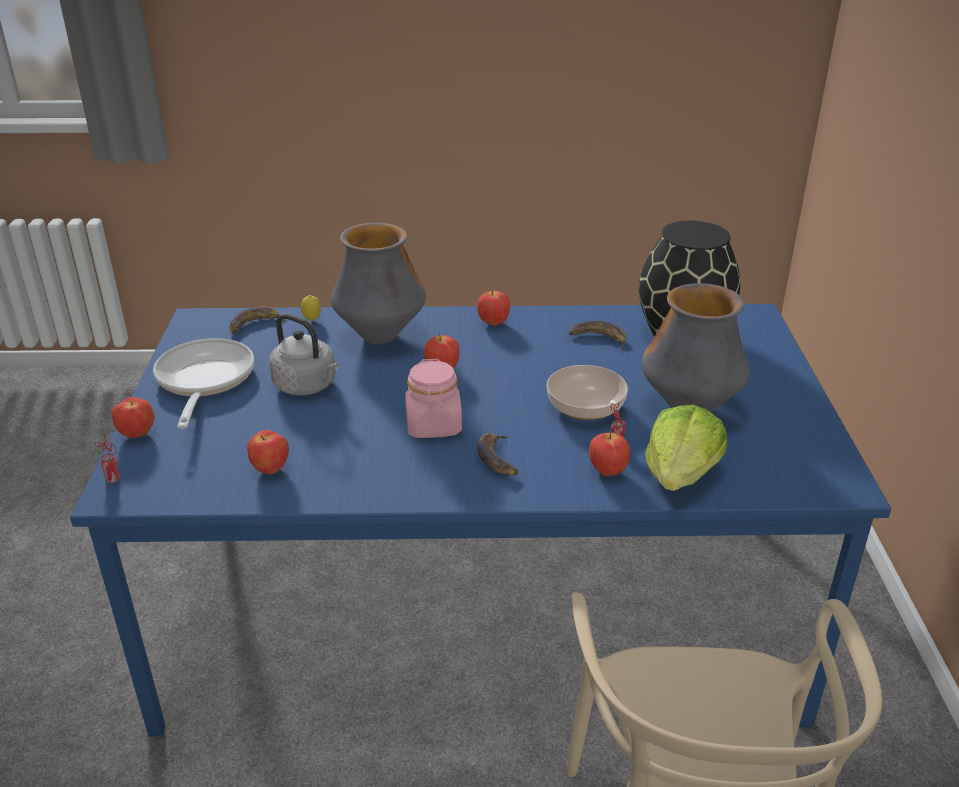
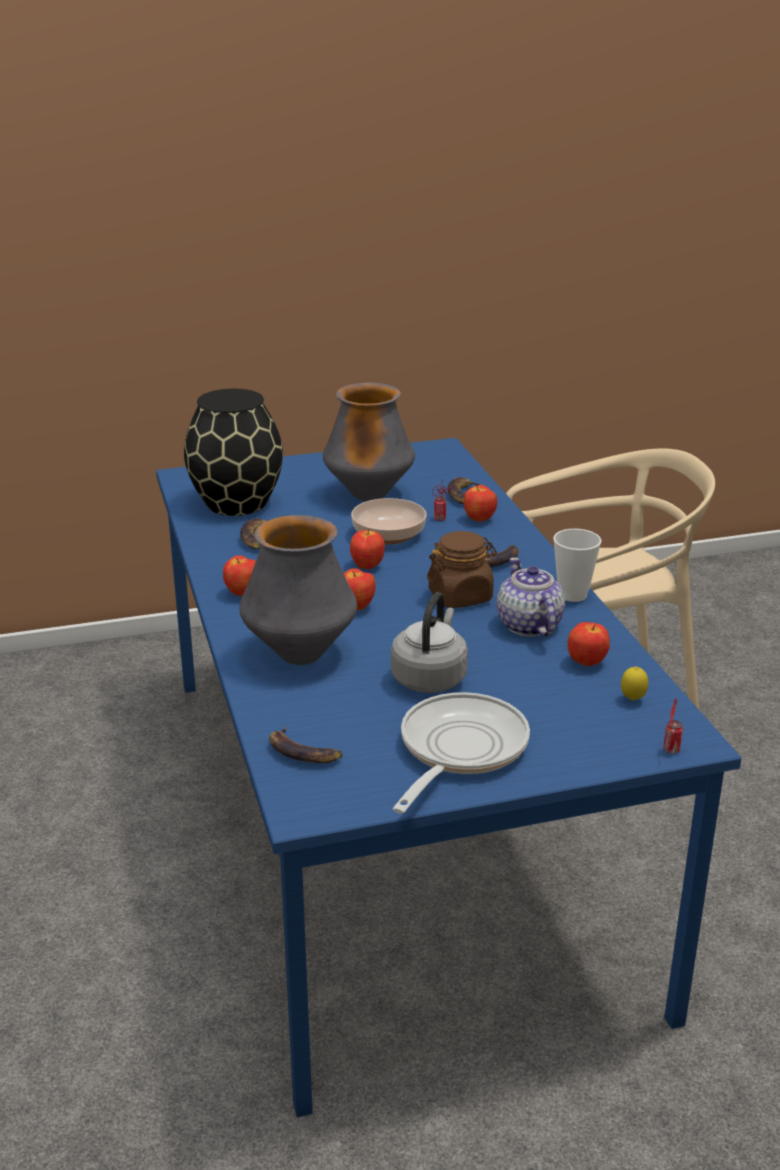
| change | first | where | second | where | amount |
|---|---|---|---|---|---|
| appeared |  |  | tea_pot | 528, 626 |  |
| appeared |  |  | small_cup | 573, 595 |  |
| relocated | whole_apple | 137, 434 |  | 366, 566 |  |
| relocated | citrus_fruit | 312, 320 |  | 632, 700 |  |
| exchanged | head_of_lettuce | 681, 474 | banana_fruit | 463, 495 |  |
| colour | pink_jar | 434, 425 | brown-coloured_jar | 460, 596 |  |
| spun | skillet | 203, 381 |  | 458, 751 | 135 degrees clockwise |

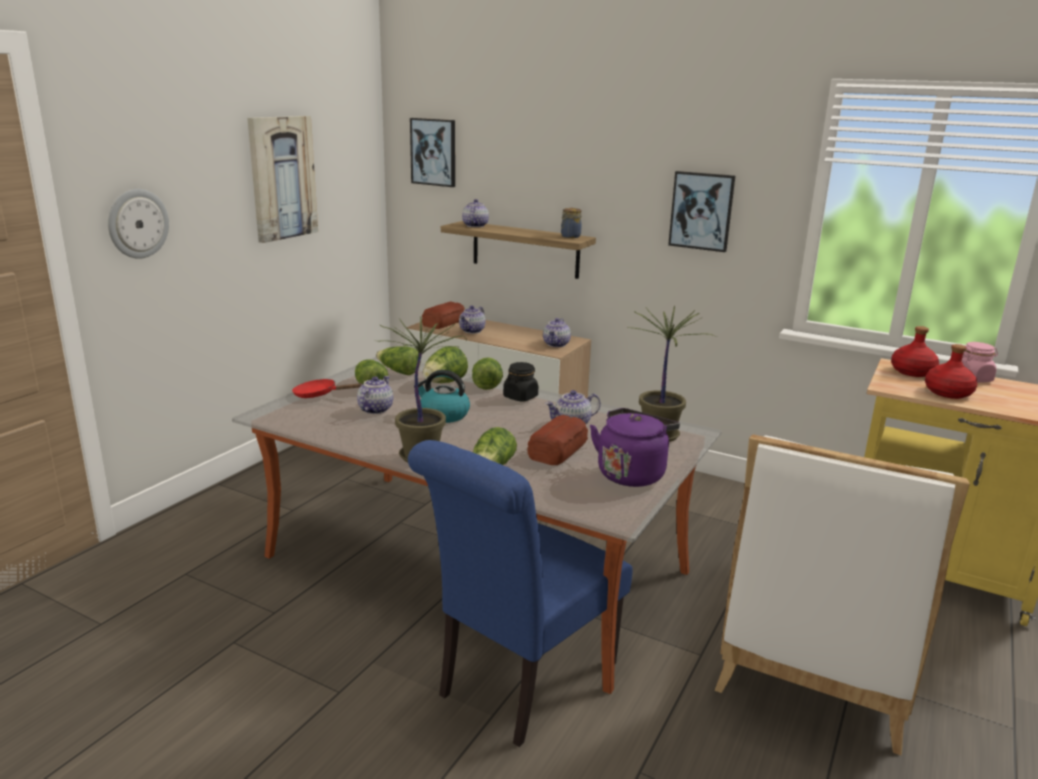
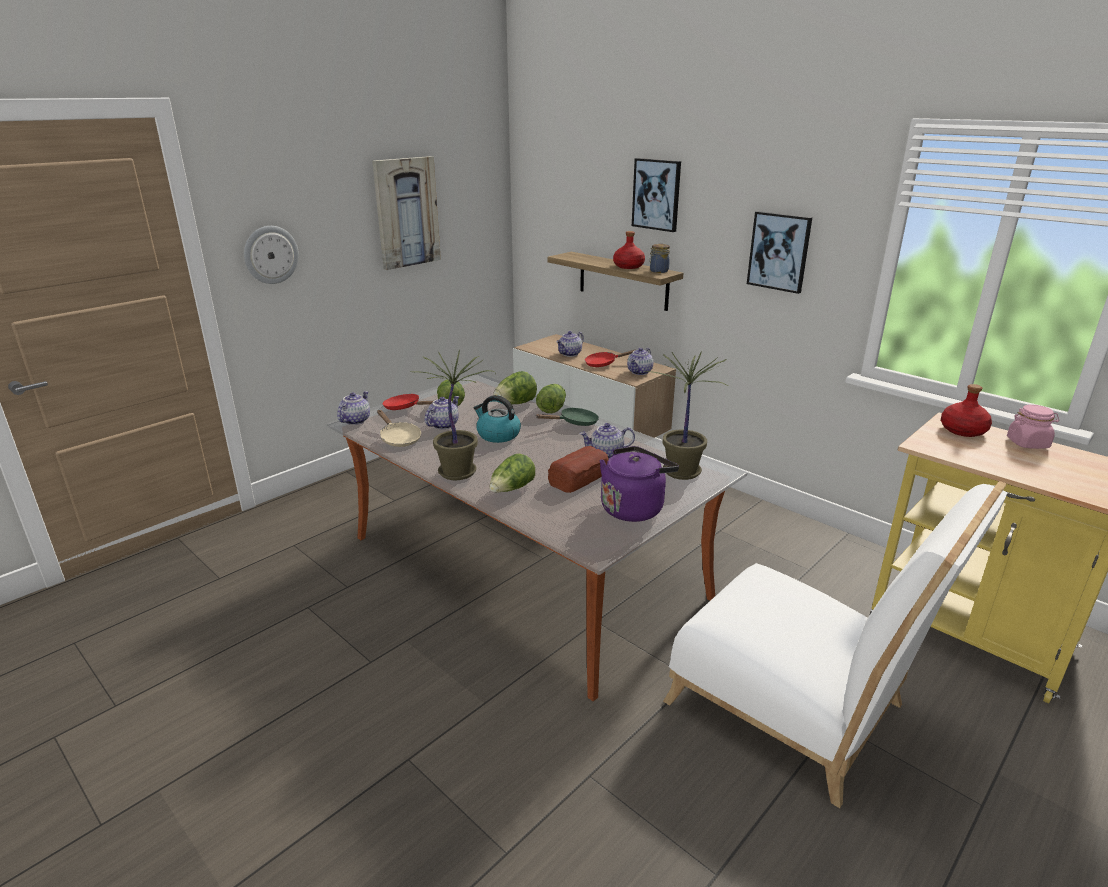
| change | first | where | second | where | amount |
|---|---|---|---|---|---|
| missing | head_of_lettuce | 398, 372 |  |  |  |
| missing | blue_chair | 520, 684 |  |  |  |
| missing | bakery_bread | 444, 322 |  |  |  |
| appeared |  |  | beige-coloured_skillet | 398, 438 |  |
| appeared |  |  | red_skillet | 603, 363 |  |
| relocated | picture | 434, 152 |  | 656, 194 |  |
| relocated | tea_pot | 474, 226 |  | 355, 420 |  |
| relocated | red_drink_bottle | 948, 393 |  | 629, 266 |  |
| exchanged | black_jar | 520, 397 | green_skillet | 575, 423 |  |
| spun | white_chair | 815, 670 |  | 797, 711 | 90 degrees counterclockwise |

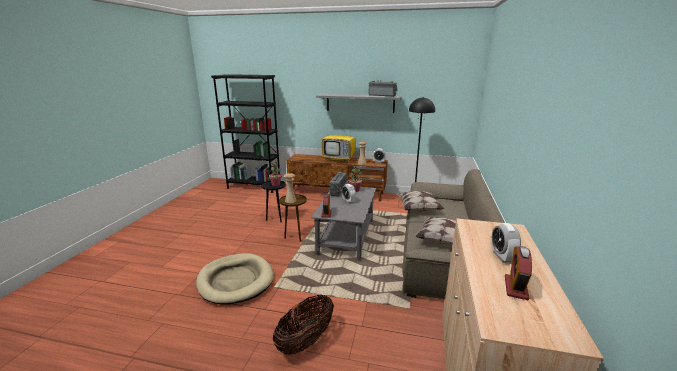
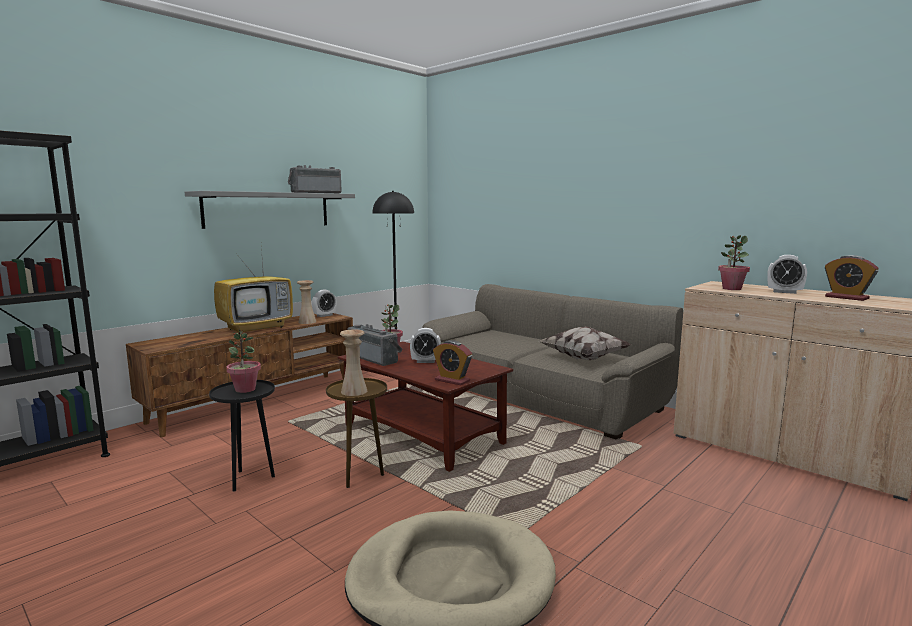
| change | first | where | second | where | amount |
|---|---|---|---|---|---|
| missing | basket | 305, 340 |  |  |  |
| missing | throw_pillow | 418, 209 |  |  |  |
| appeared |  |  | plant_in_a_pot | 731, 289 |  |
| colour | grey_low_table | 346, 237 | brown-coloured_low_table | 424, 435 |  |

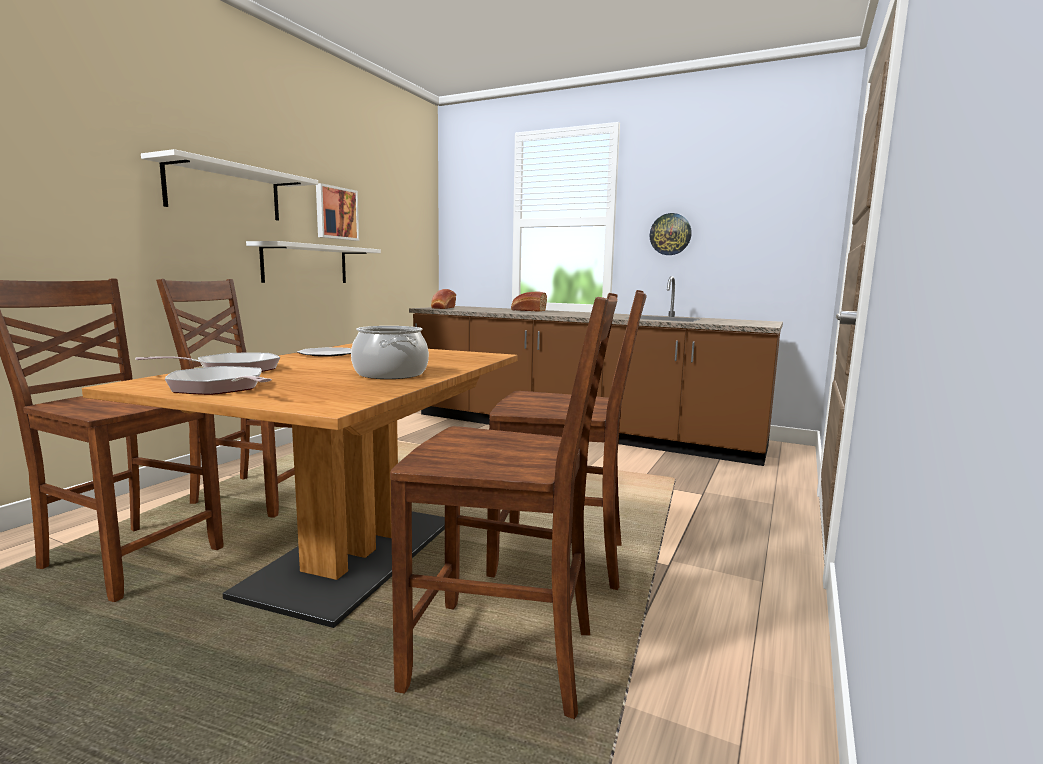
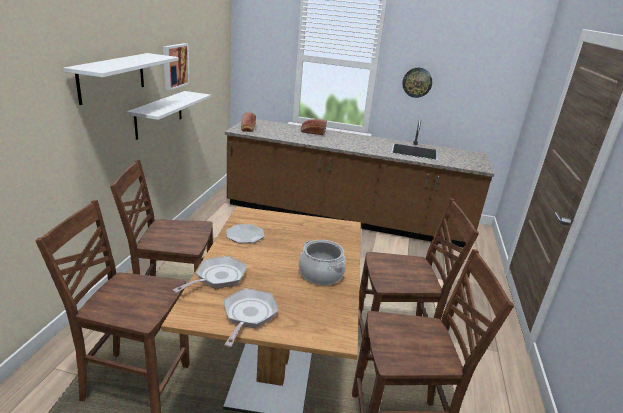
| change | first | where | second | where | amount |
|---|---|---|---|---|---|
| spun | skillet | 220, 388 |  | 248, 315 | 75 degrees clockwise |

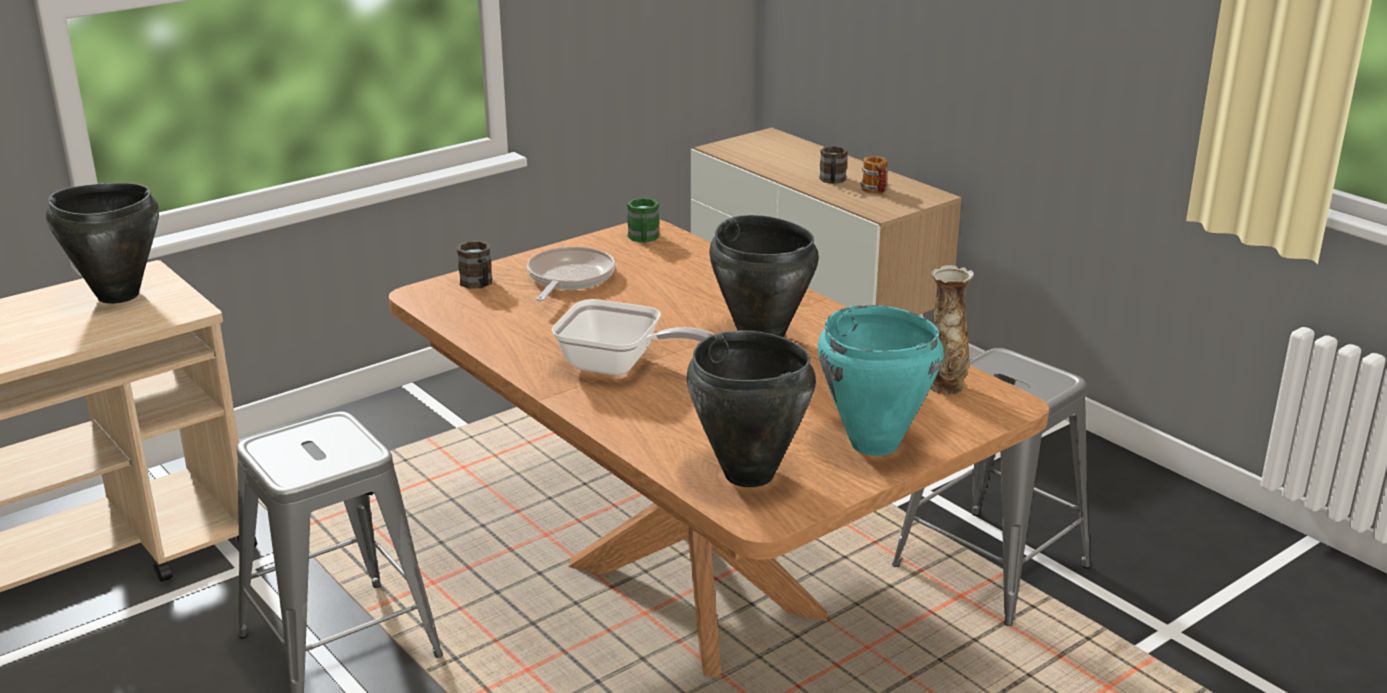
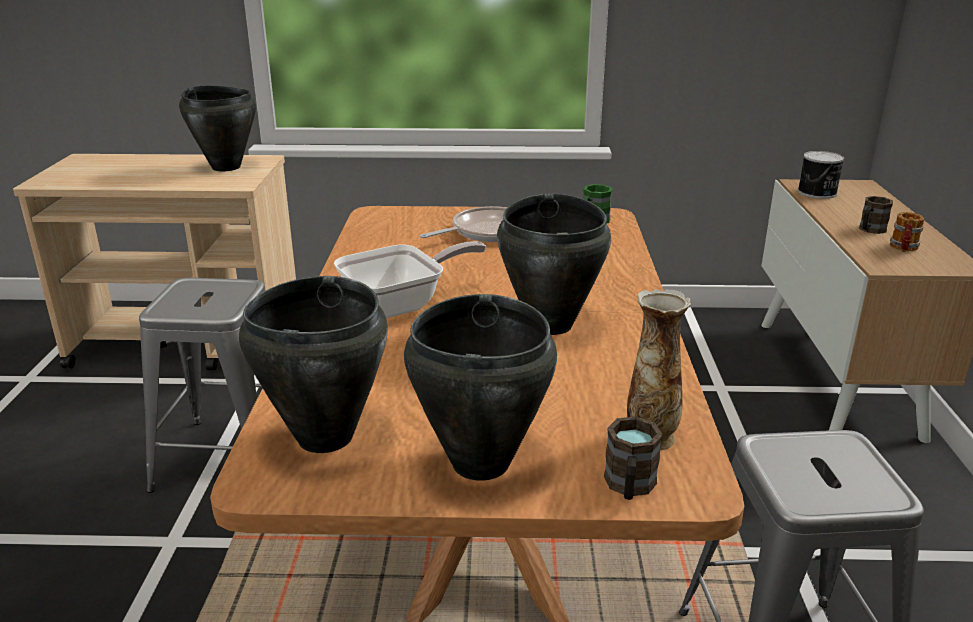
| change | first | where | second | where | amount |
|---|---|---|---|---|---|
| appeared |  |  | metal_can | 818, 193 |  |
| relocated | brown-coloured_mug | 478, 284 |  | 629, 487 |  |
| colour | turquoise-coloured_cooking_pot | 874, 444 | black_cooking_pot | 479, 463 |  |
| spun | skillet | 619, 366 |  | 402, 305 | 90 degrees counterclockwise |

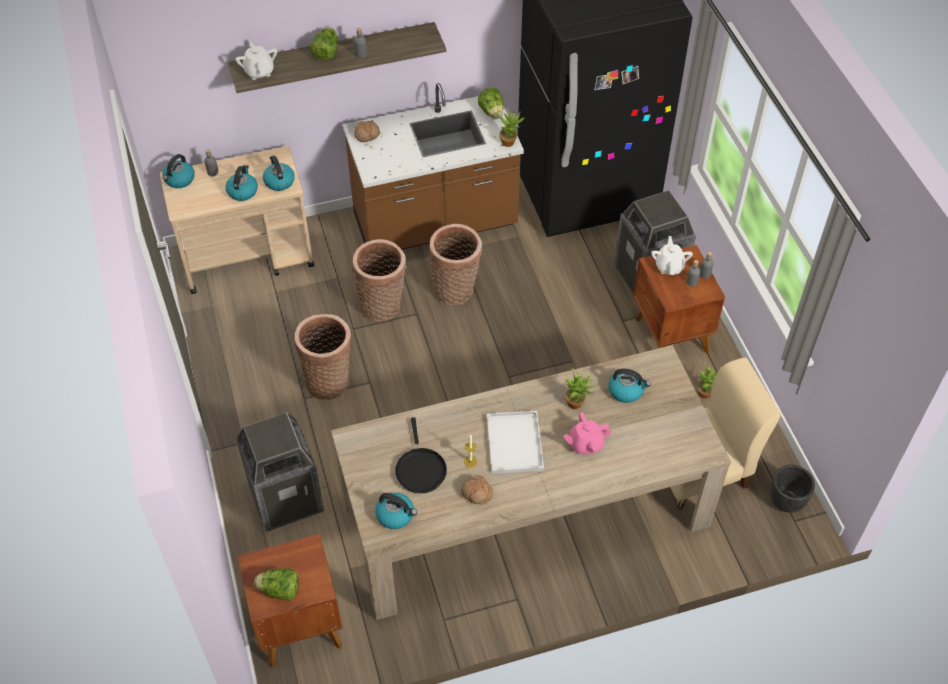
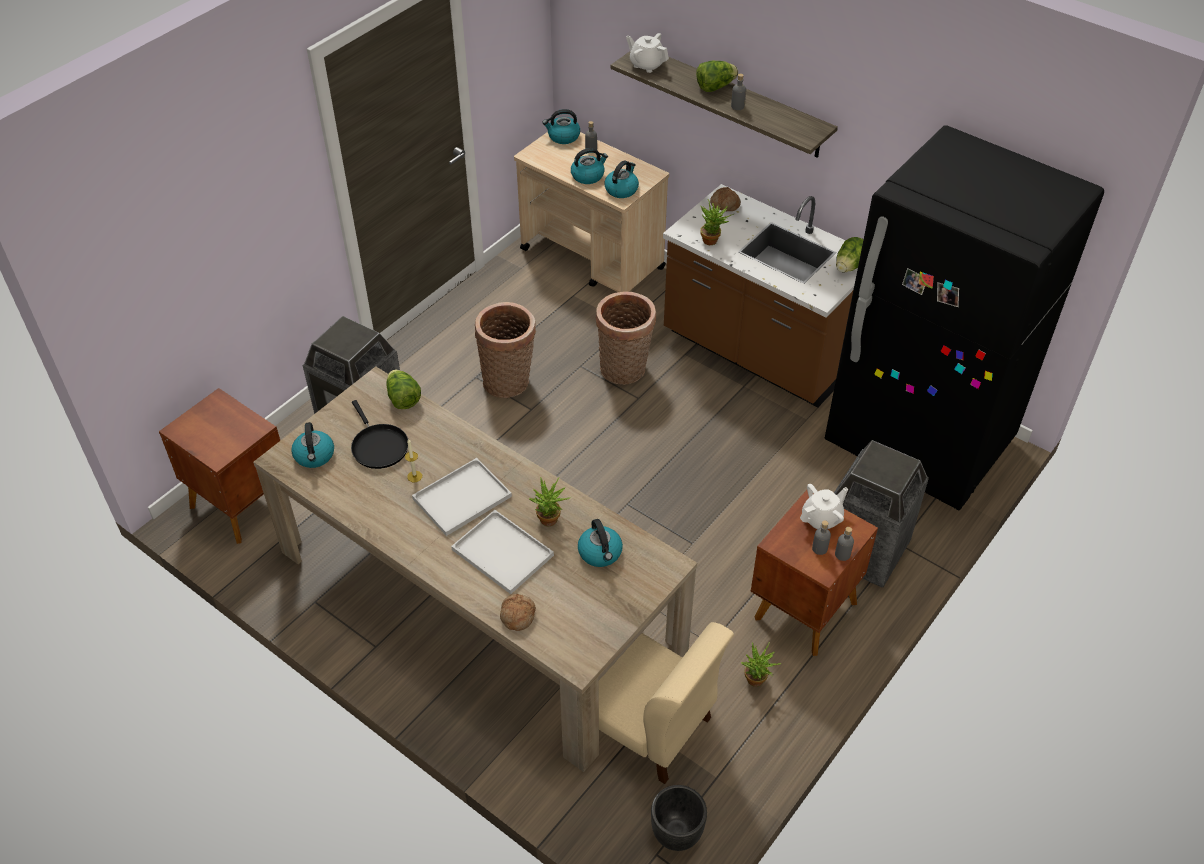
| change | first | where | second | where | amount |
|---|---|---|---|---|---|
| missing | basket | 456, 290 |  |  |  |
| relocated | head_of_lettuce | 280, 590 |  | 403, 399 |  |
| relocated | bakery_bread | 476, 493 |  | 517, 615 |  |
| relocated | plant_in_a_pot | 510, 141 |  | 713, 241 |  |
| exchanged | pink_tea_pot | 585, 444 | white_carrying_tray | 504, 553 |  |
| spun | white_tea_pot | 259, 71 |  | 646, 65 | 90 degrees counterclockwise |
| spun | black_skillet | 420, 469 |  | 378, 446 | 75 degrees counterclockwise |

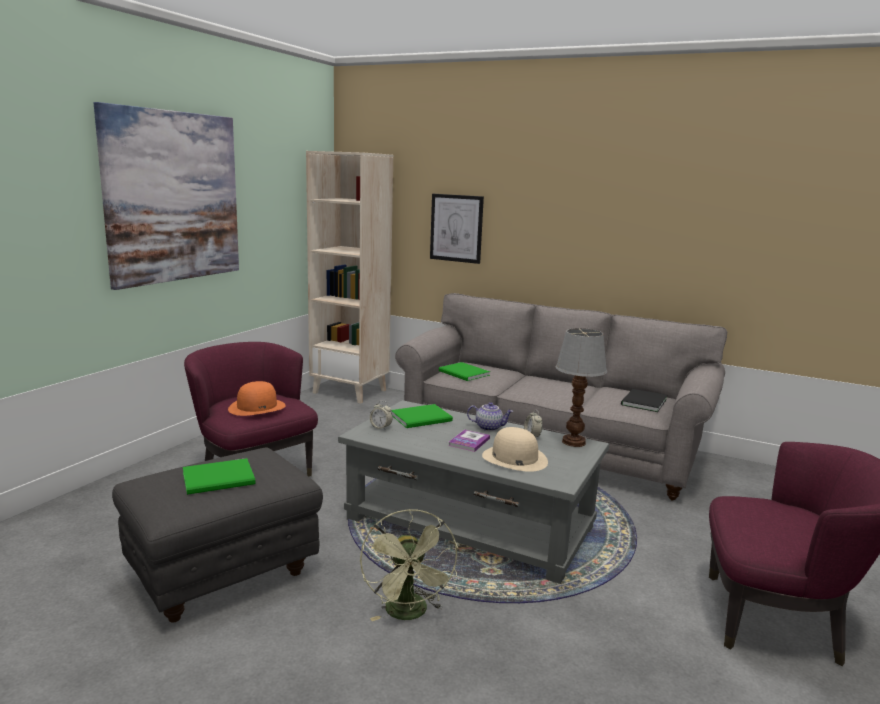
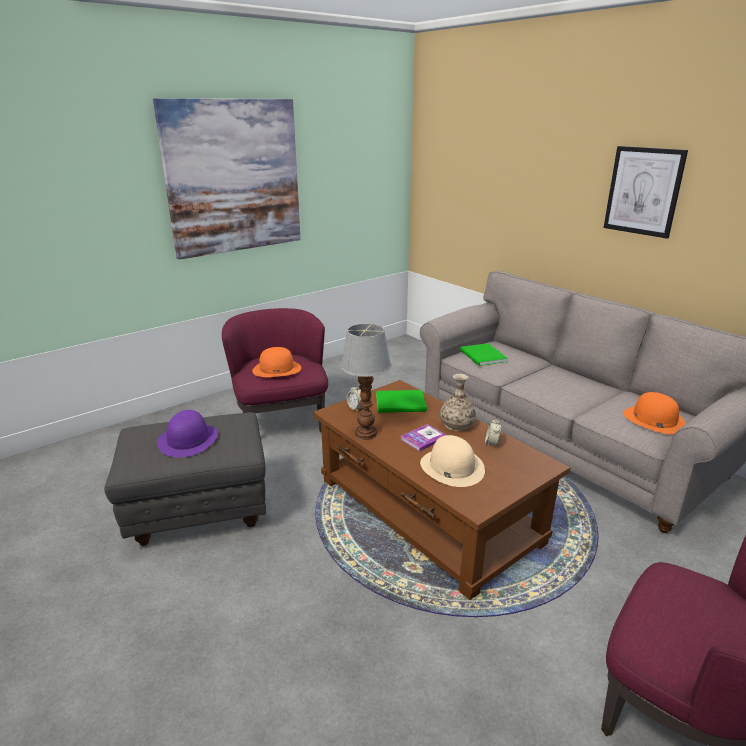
| change | first | where | second | where | amount |
|---|---|---|---|---|---|
| missing | beige-coloured_bookcase | 350, 391 |  |  |  |
| missing | green_cooling_fan | 409, 614 |  |  |  |
| relocated | picture | 456, 228 |  | 643, 191 |  |
| relocated | lamp_for_a_table | 574, 442 |  | 366, 433 |  |
| exchanged | green_book | 221, 479 | purplish_clothing_hat | 188, 440 |  |
| exchanged | tea_pot | 489, 427 | flower_vase | 456, 425 |  |
| exchanged | black_book | 642, 402 | orange-coloured_clothing_hat | 654, 419 |  |
| colour | grey_low_table | 470, 524 | brown-coloured_low_table | 427, 511 |  |

